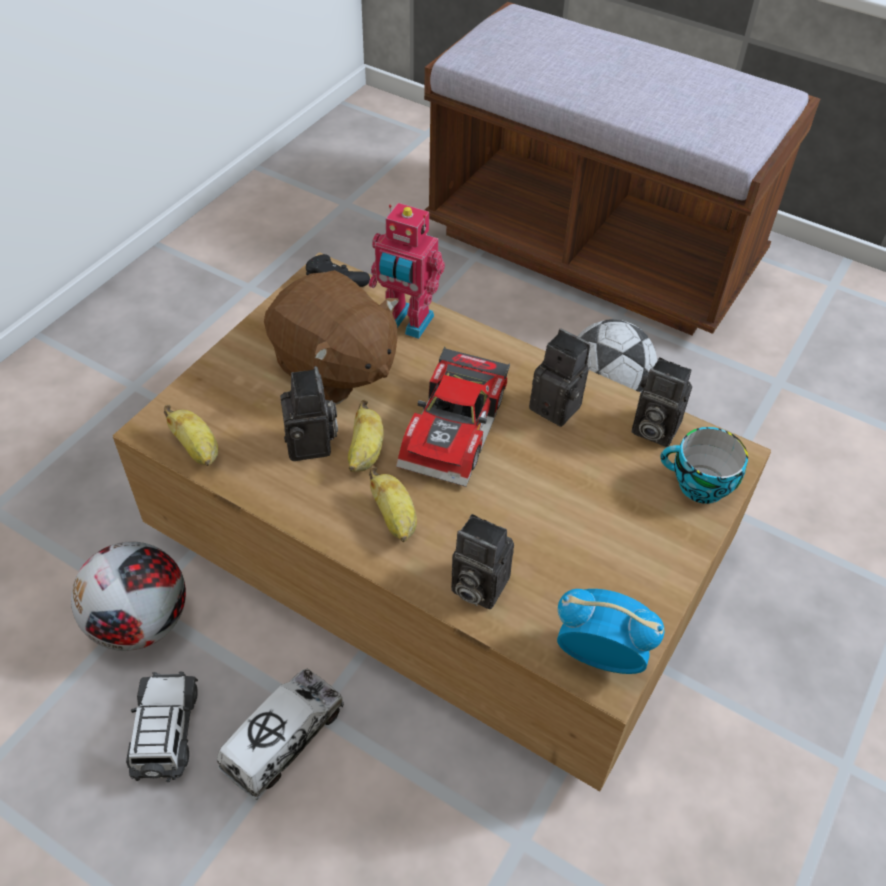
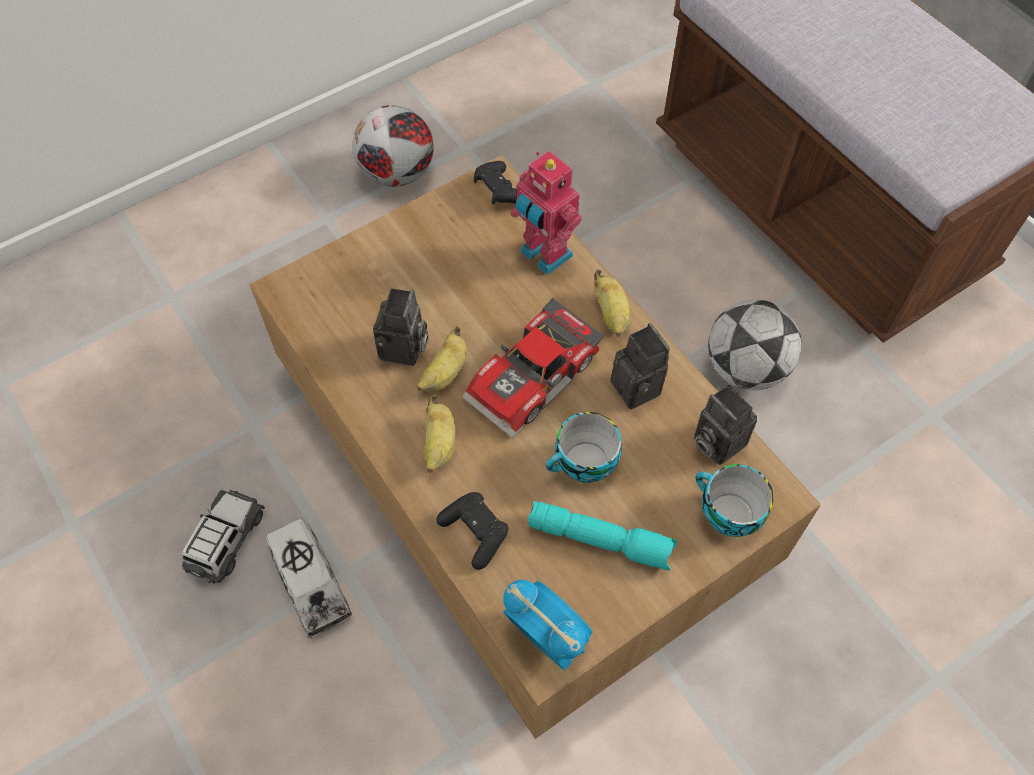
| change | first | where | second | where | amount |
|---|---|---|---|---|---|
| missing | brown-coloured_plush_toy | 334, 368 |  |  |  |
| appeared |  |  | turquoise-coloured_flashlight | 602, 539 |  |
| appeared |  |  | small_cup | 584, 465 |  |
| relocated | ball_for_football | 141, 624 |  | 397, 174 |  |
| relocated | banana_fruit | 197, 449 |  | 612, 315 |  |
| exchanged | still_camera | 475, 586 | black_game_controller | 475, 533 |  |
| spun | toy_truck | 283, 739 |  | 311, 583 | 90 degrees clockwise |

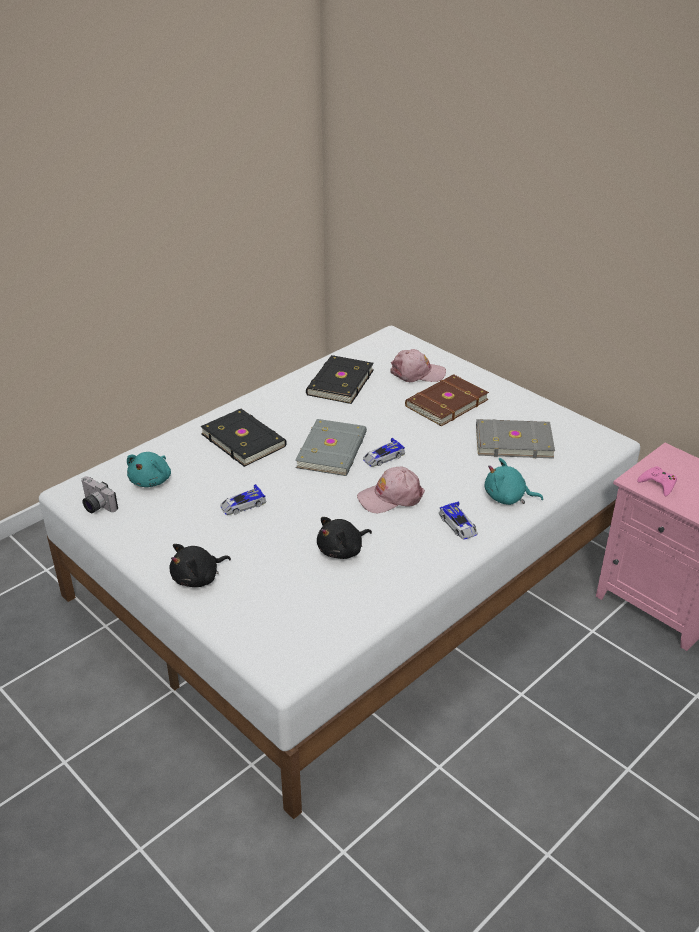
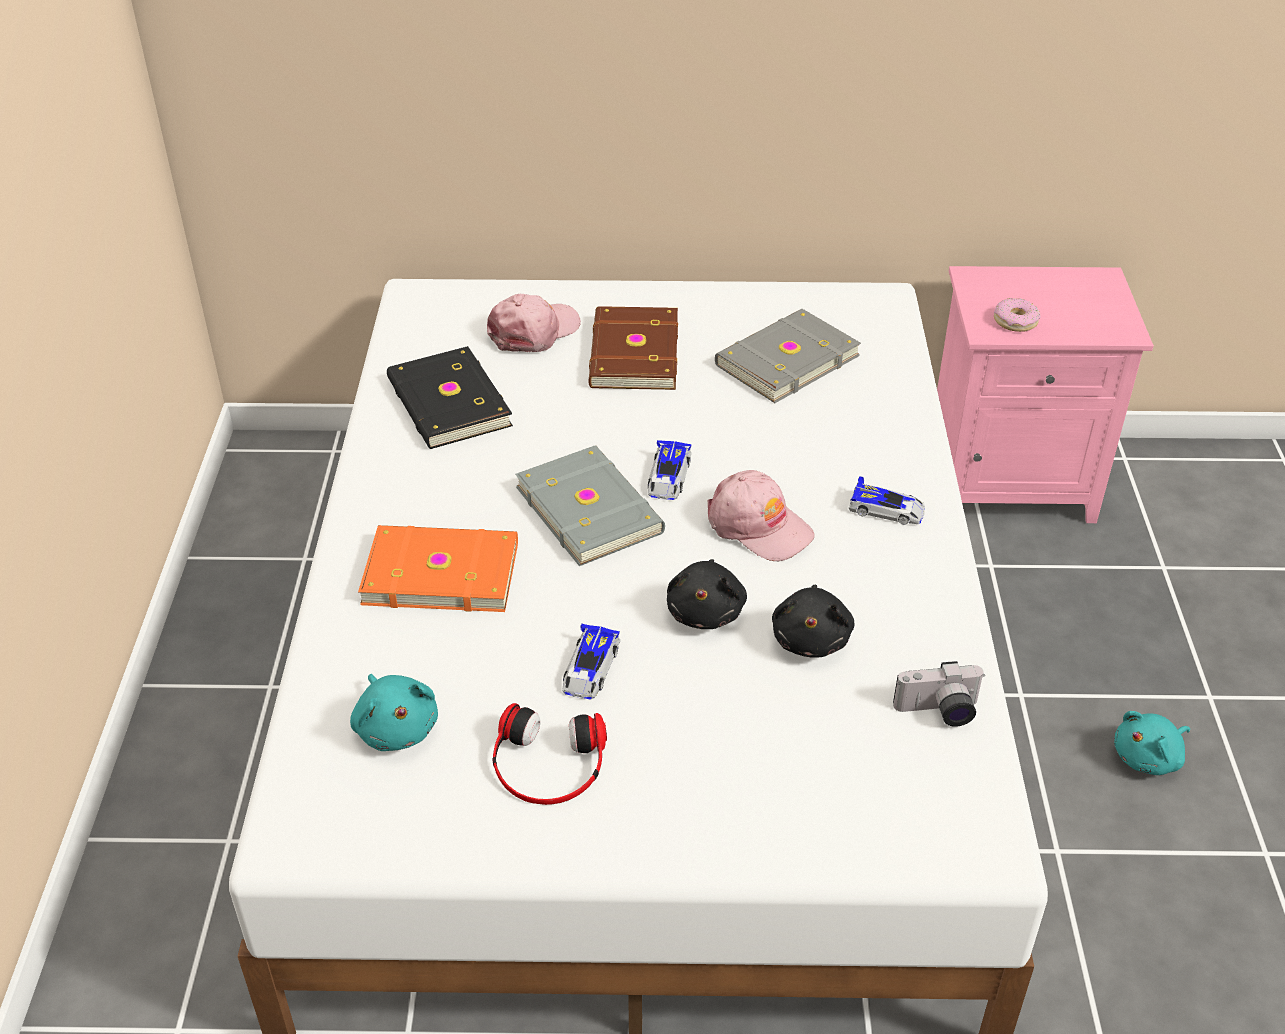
| change | first | where | second | where | amount |
|---|---|---|---|---|---|
| appeared |  |  | headset | 548, 764 |  |
| relocated | still_camera | 95, 506 |  | 939, 712 |  |
| relocated | black_plush_toy | 198, 578 |  | 706, 611 |  |
| relocated | turquoise-coloured_plush_toy | 507, 498 |  | 1148, 757 |  |
| exchanged | pink_game_controller | 658, 484 | donut | 1015, 321 |  |
| colour | black_book | 244, 439 | orange-coloured_book | 440, 571 |  |
| spun | pink_baseball_cap | 390, 497 |  | 758, 526 | 75 degrees counterclockwise |

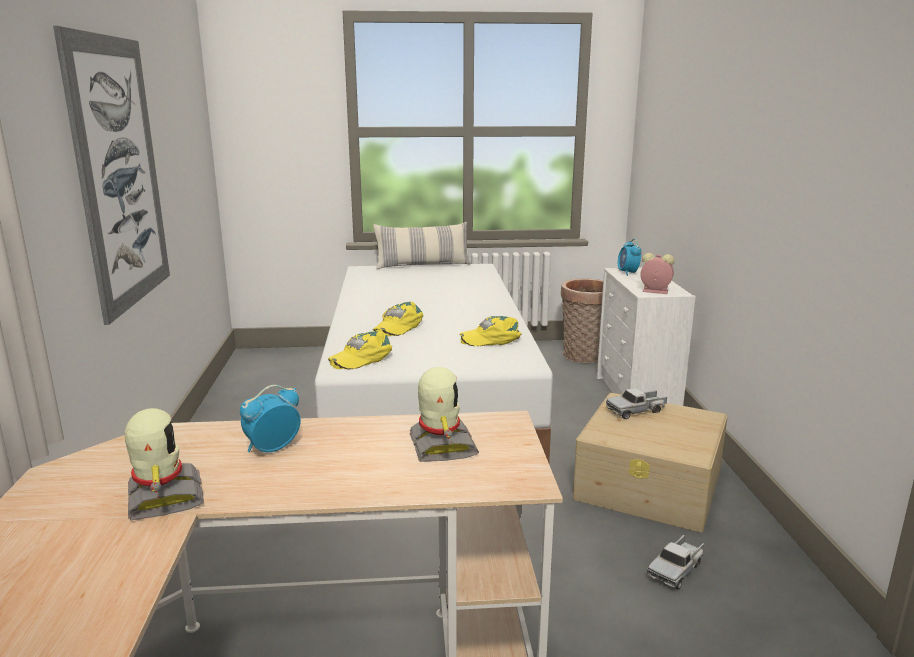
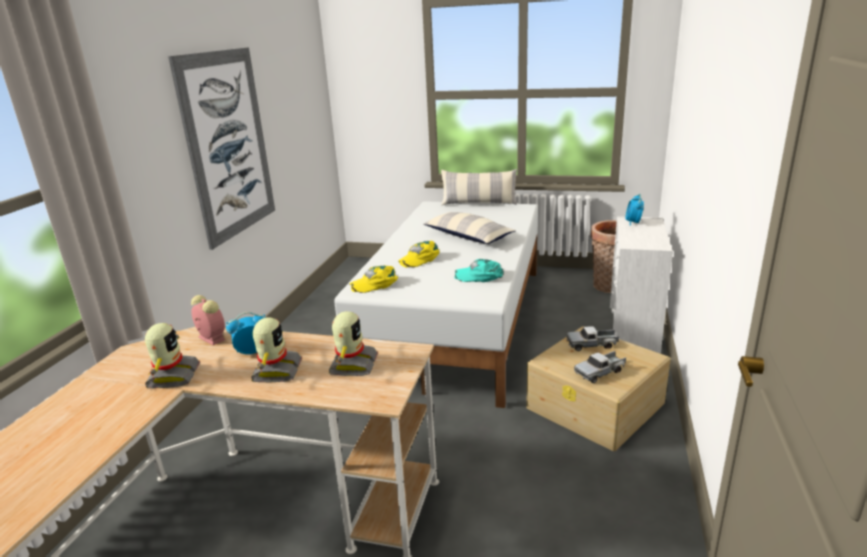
| change | first | where | second | where | amount |
|---|---|---|---|---|---|
| appeared |  |  | robot_figure | 276, 371 |  |
| appeared |  |  | throw_pillow | 467, 237 |  |
| relocated | table_clock | 654, 291 |  | 210, 338 |  |
| relocated | toy_truck | 676, 569 |  | 600, 372 |  |
| colour | yellow_baseball_cap | 491, 339 | turquoise-coloured_baseball_cap | 480, 276 |  |

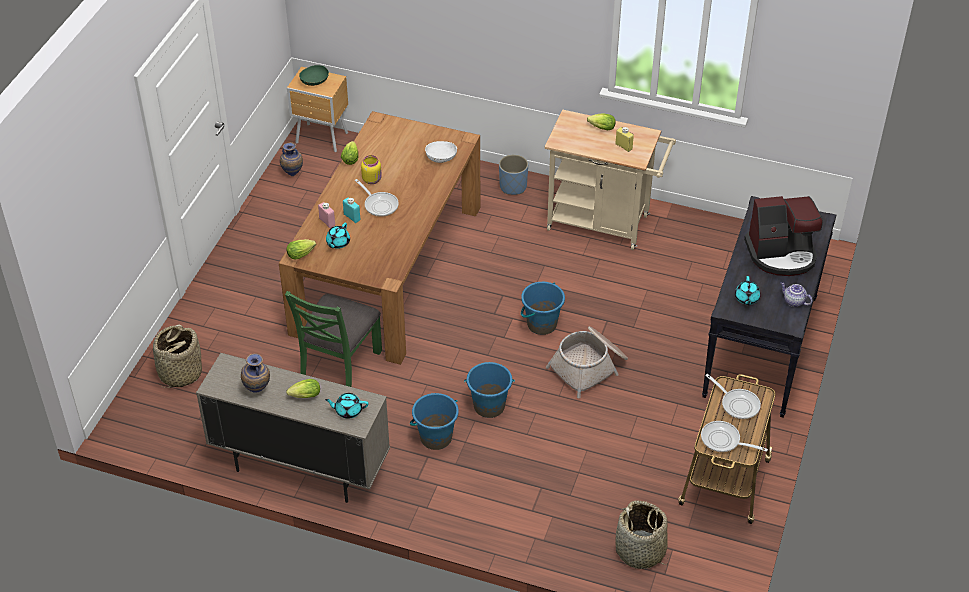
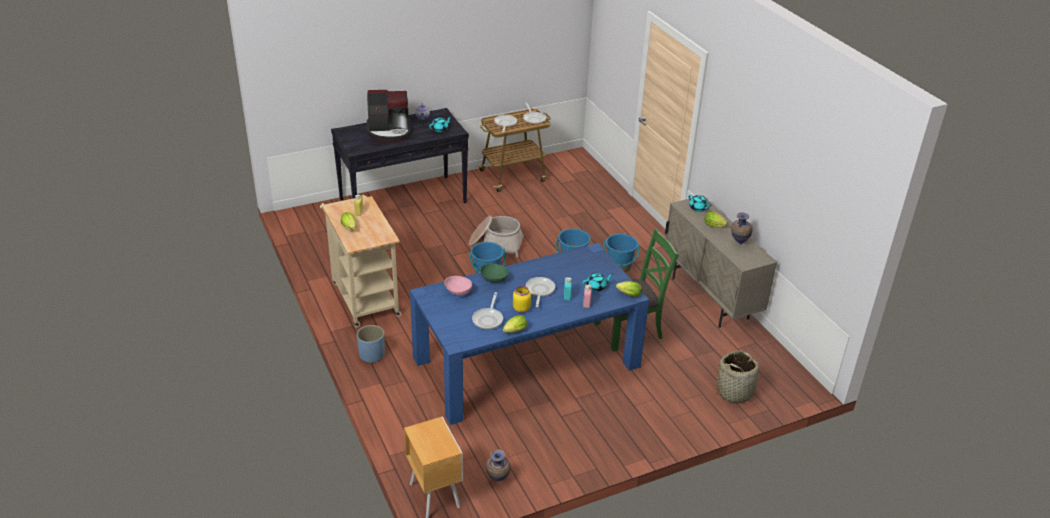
| change | first | where | second | where | amount |
|---|---|---|---|---|---|
| missing | basket | 640, 551 |  |  |  |
| appeared |  |  | skillet | 488, 319 |  |
| relocated | green_bowl | 314, 82 |  | 494, 279 |  |
| colour | brown-coloured_dining_table | 388, 268 | blue_dining_table | 526, 362 |  |
| colour | white_bowl | 441, 158 | pink_bowl | 458, 292 |  |
| spun | coffee_brewer | 781, 254 |  | 389, 132 | 135 degrees clockwise |

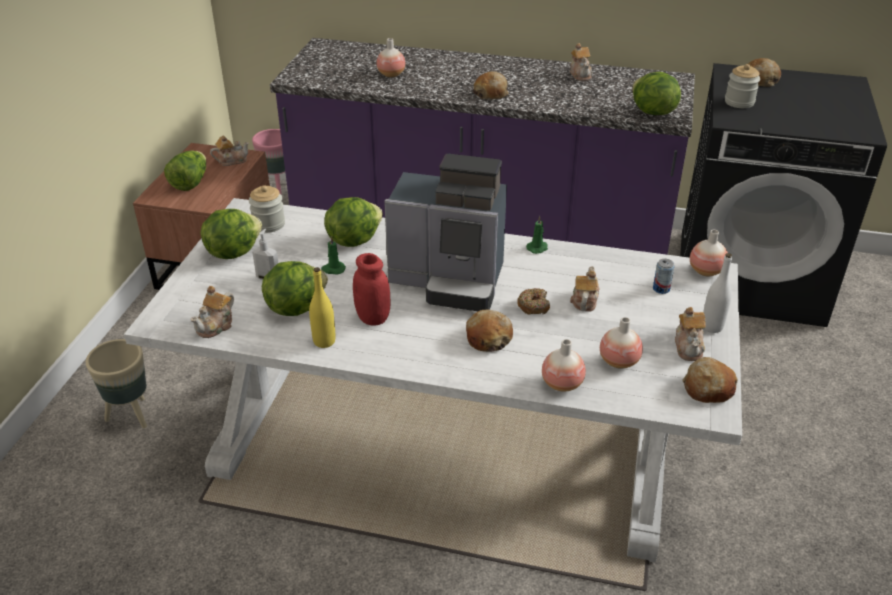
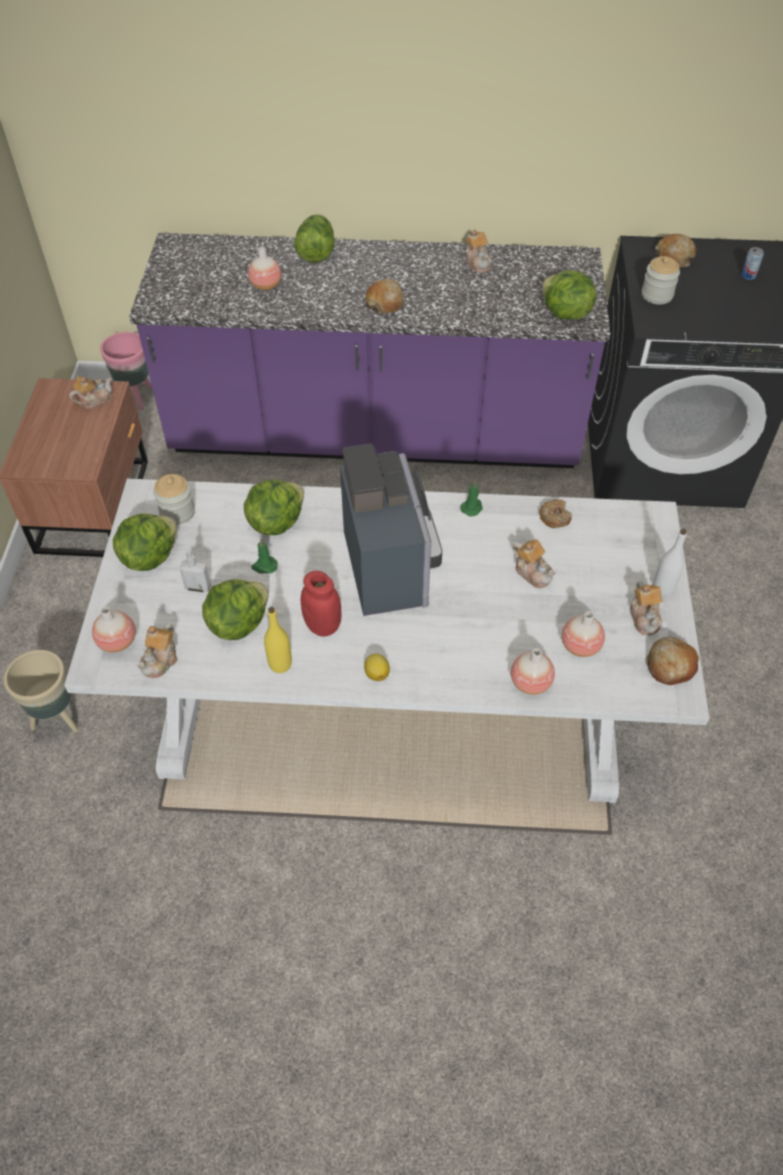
| change | first | where | second | where | amount |
|---|---|---|---|---|---|
| missing | bakery_bread | 488, 338 |  |  |  |
| appeared |  |  | citrus_fruit | 377, 673 |  |
| relocated | head_of_lettuce | 190, 183 |  | 316, 252 |  |
| relocated | donut | 533, 306 |  | 554, 517 |  |
| relocated | metal_can | 661, 289 |  | 748, 275 |  |
| relocated | flower_vase | 706, 271 |  | 117, 641 |  |
| spun | coffee_brewer | 450, 280 |  | 391, 565 | 105 degrees counterclockwise |
| spun | tea_pot | 584, 300 |  | 532, 572 | 135 degrees clockwise |

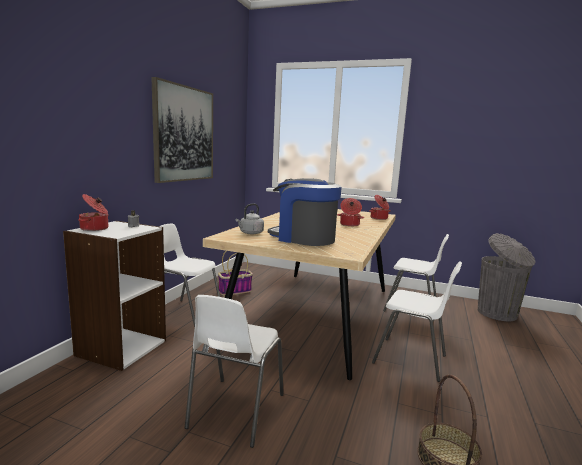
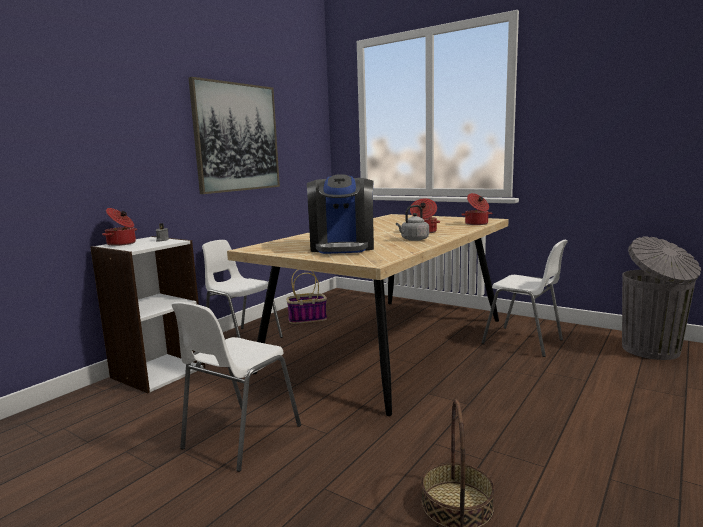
| change | first | where | second | where | amount |
|---|---|---|---|---|---|
| missing | white_chair | 412, 360 |  |  |  |
| relocated | grey_tea_kettle | 250, 233 |  | 413, 240 |  |
| spun | coffee_brewer | 303, 238 |  | 342, 247 | 135 degrees counterclockwise |

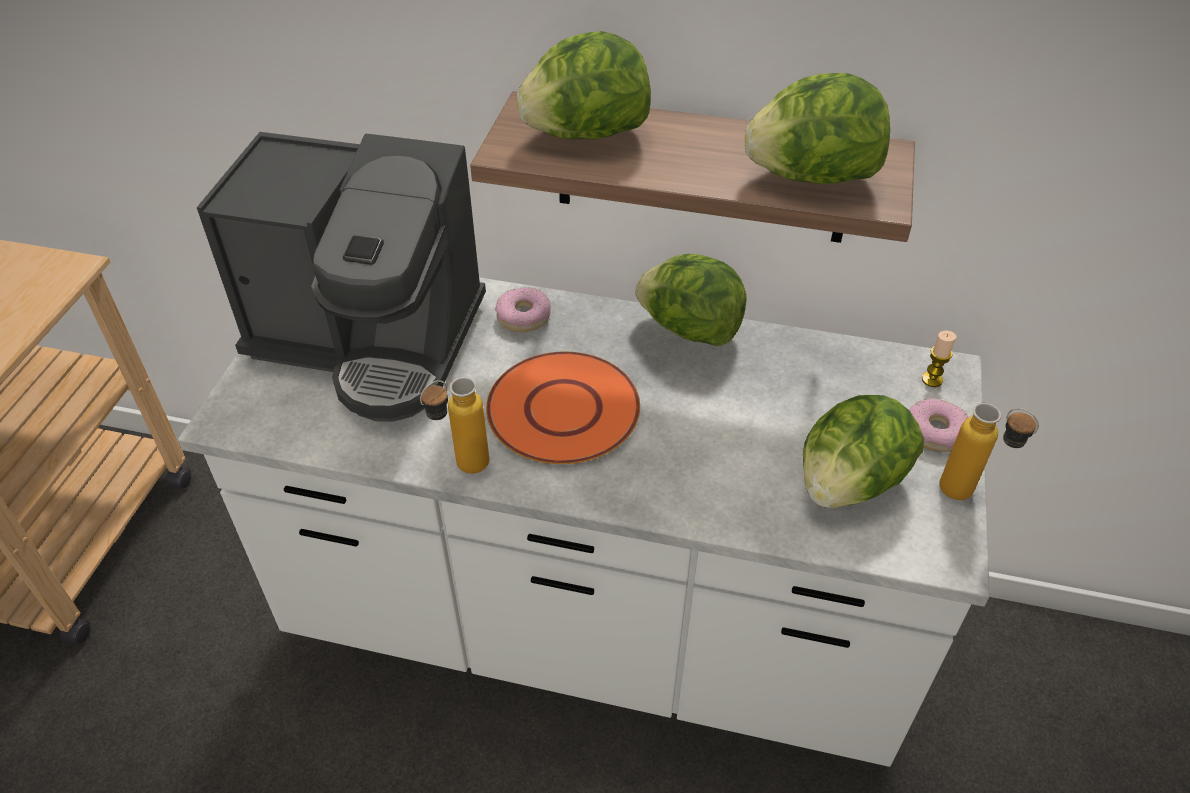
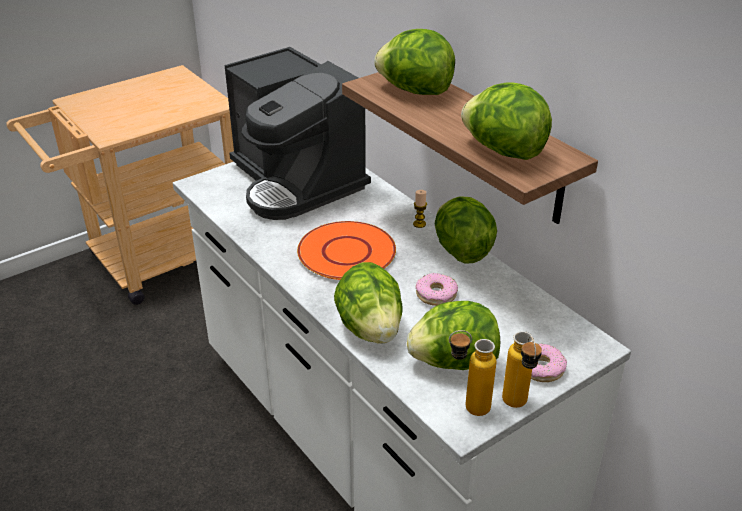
| change | first | where | second | where | amount |
|---|---|---|---|---|---|
| appeared |  |  | head_of_lettuce | 370, 328 |  |
| relocated | drink_bottle | 461, 469 |  | 467, 407 |  |
| relocated | donut | 523, 316 |  | 436, 294 |  |
| relocated | wax_light | 932, 380 |  | 419, 224 |  |

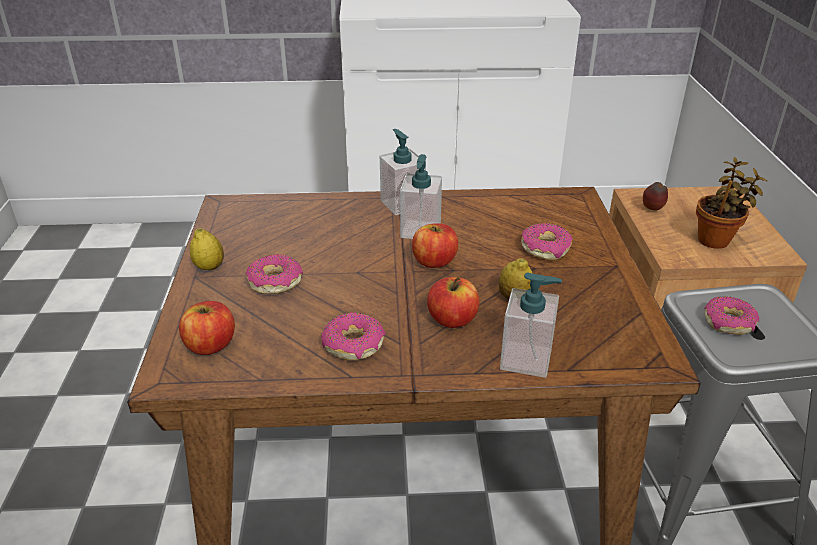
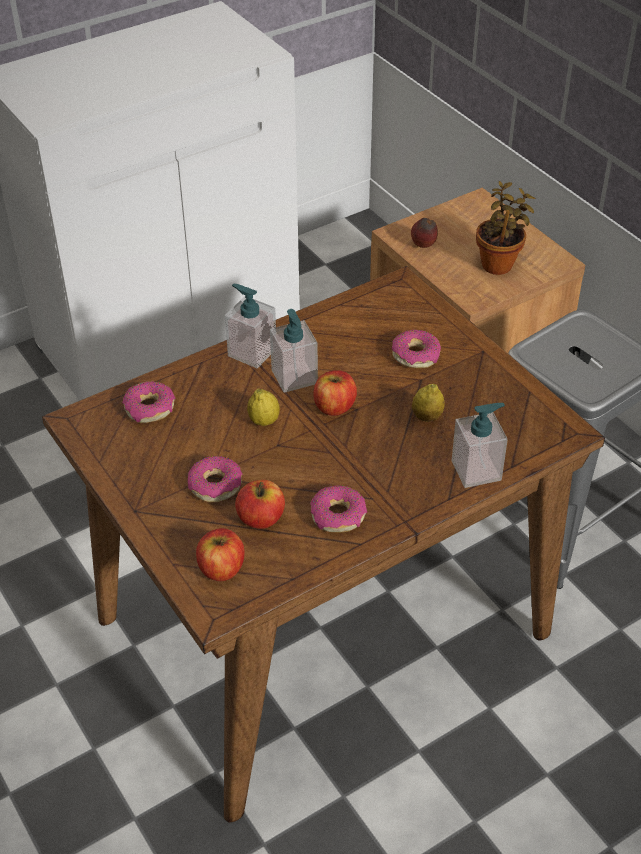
| change | first | where | second | where | amount |
|---|---|---|---|---|---|
| relocated | citrus_fruit | 209, 267 |  | 264, 421 |  |
| relocated | whole_apple | 452, 320 |  | 261, 518 |  |
| relocated | donut | 729, 323 |  | 150, 409 |  |

